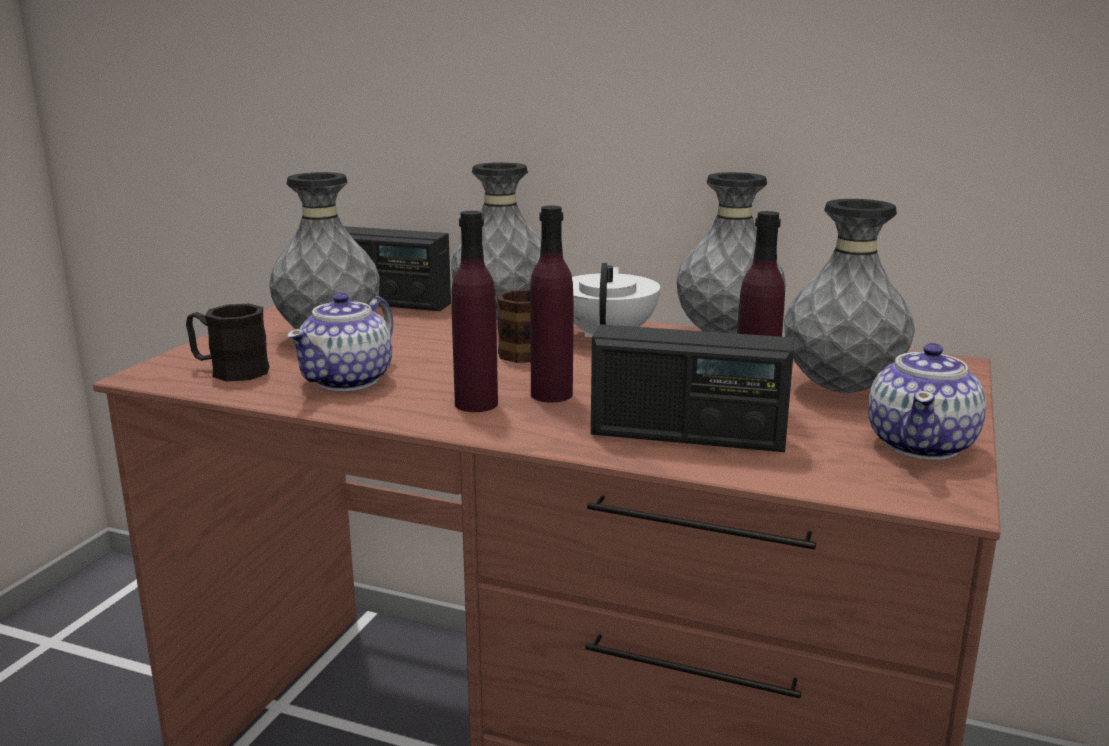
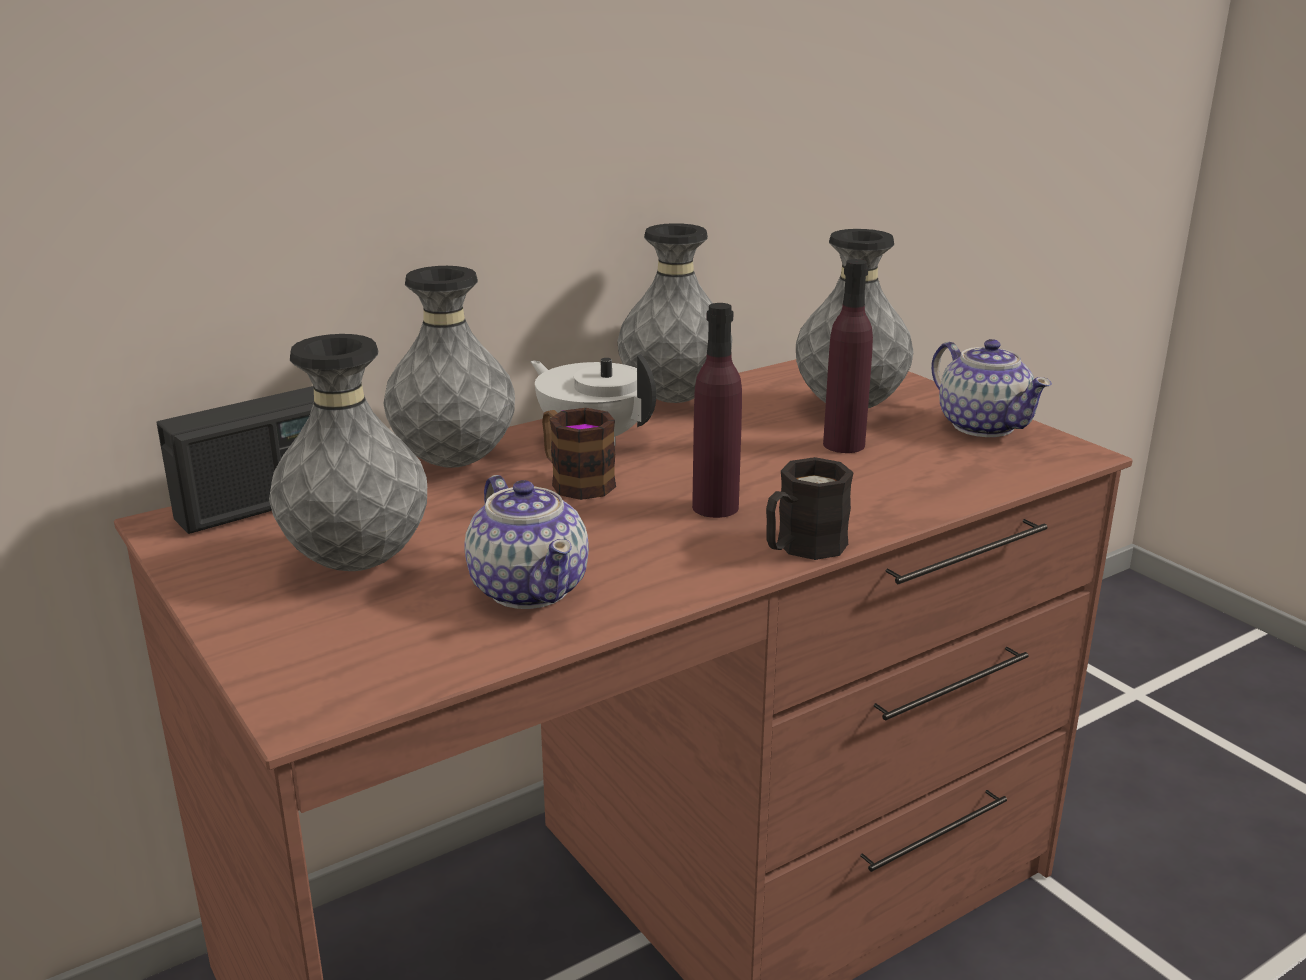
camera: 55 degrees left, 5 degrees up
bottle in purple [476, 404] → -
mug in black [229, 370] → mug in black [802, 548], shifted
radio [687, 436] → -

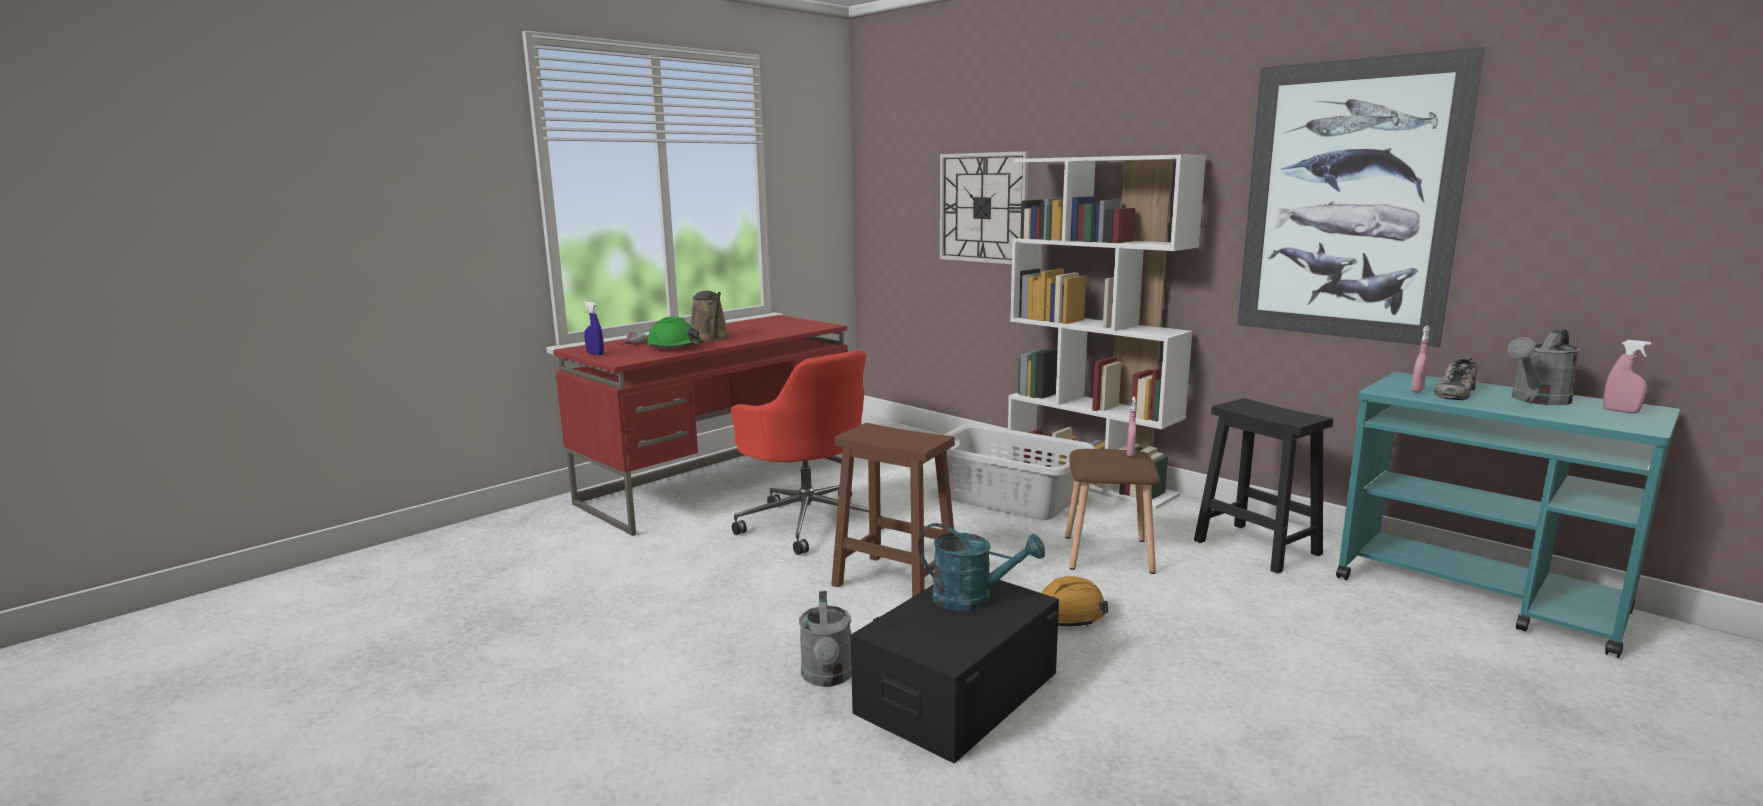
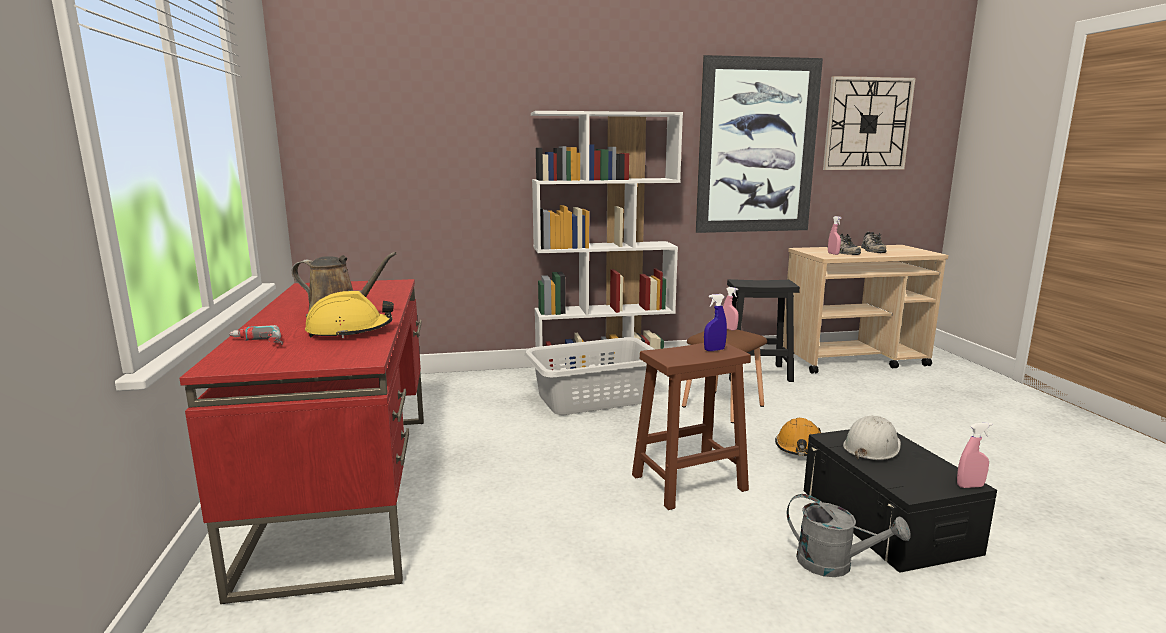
camera: 55 degrees left, 0 degrees up
wall clock [983, 208] → wall clock [867, 124], shifted
spray bottle in blue [595, 354] → spray bottle in blue [714, 350], shifted
hard hat in green [675, 347] → hard hat in yellow [349, 331]
watering can in grey [1536, 400] → shoe [871, 250]
spray bottle in pink [1620, 411] → spray bottle in pink [970, 486], shifted
office chair in red [807, 522] → -
cart in turquoise [1480, 595] → cart in beige [854, 360]
watering can in turquoise [973, 599] → hard hat in white [871, 447]

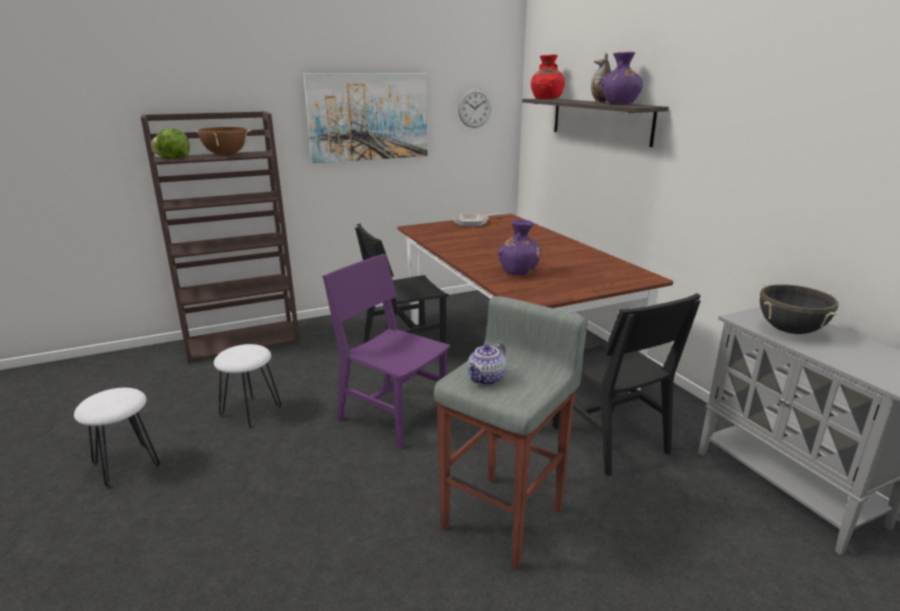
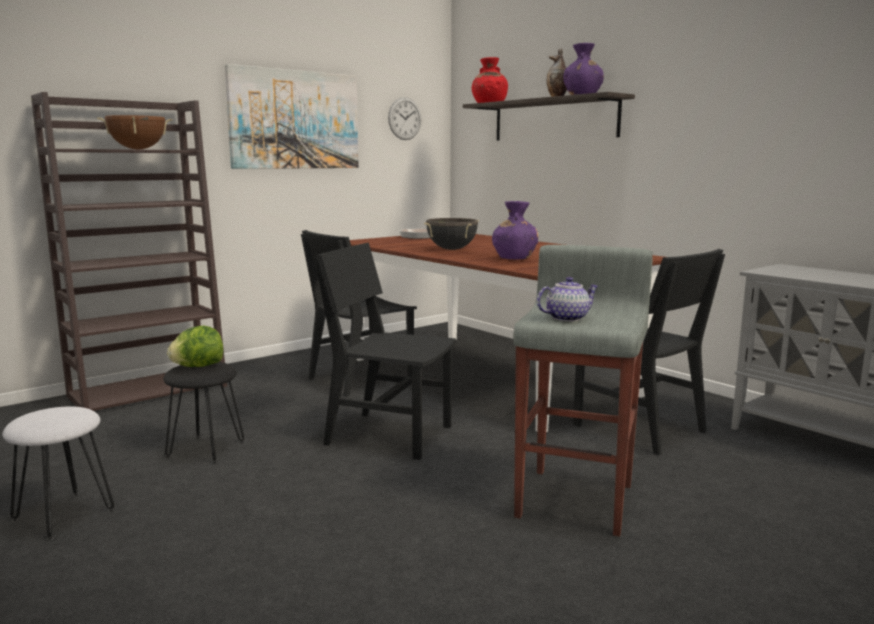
camera: 15 degrees left, 10 degrees down
lettuce [173, 158] → lettuce [198, 366], shifted
chair in purple [392, 416] → chair in black [389, 435]
cooking pot in black [789, 331] → cooking pot in black [451, 249], shifted
teapot [487, 379] → teapot [566, 318], 135 degrees counterclockwise
stool in white [251, 411] → stool in black [206, 449]

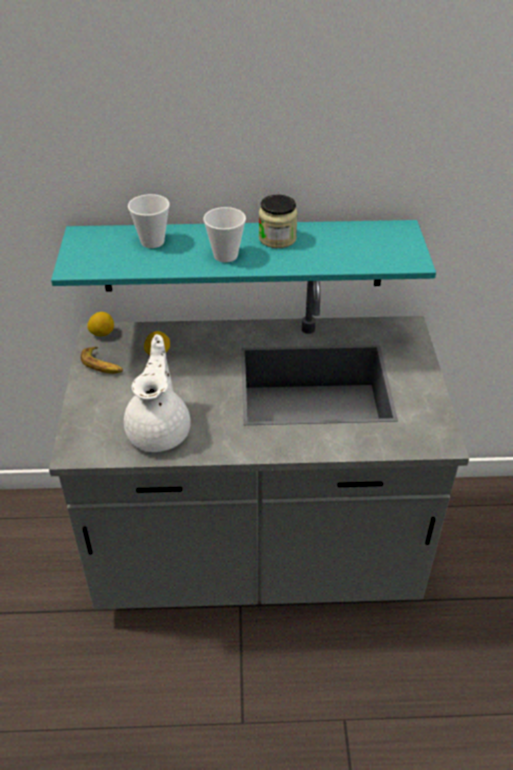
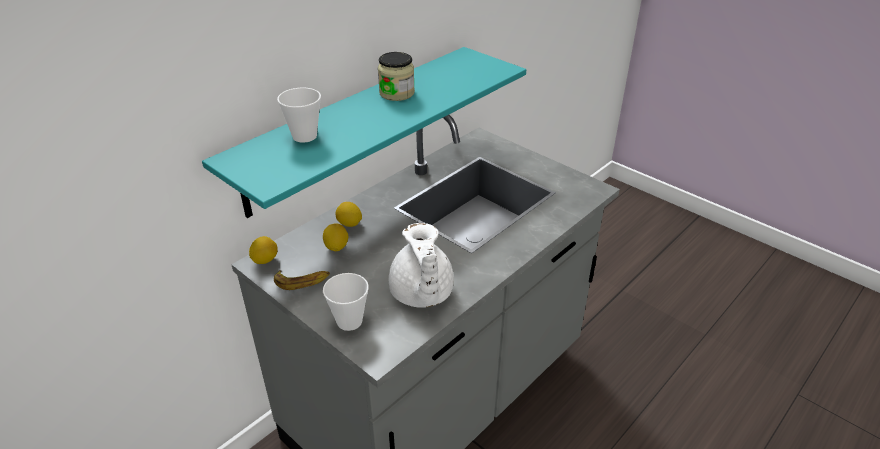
camera: 45 degrees left, 5 degrees down
cup [225, 255] → cup [349, 321], shifted
teapot in white [160, 430] → teapot in white [421, 294], 150 degrees counterclockwise
- → lemon [349, 224]

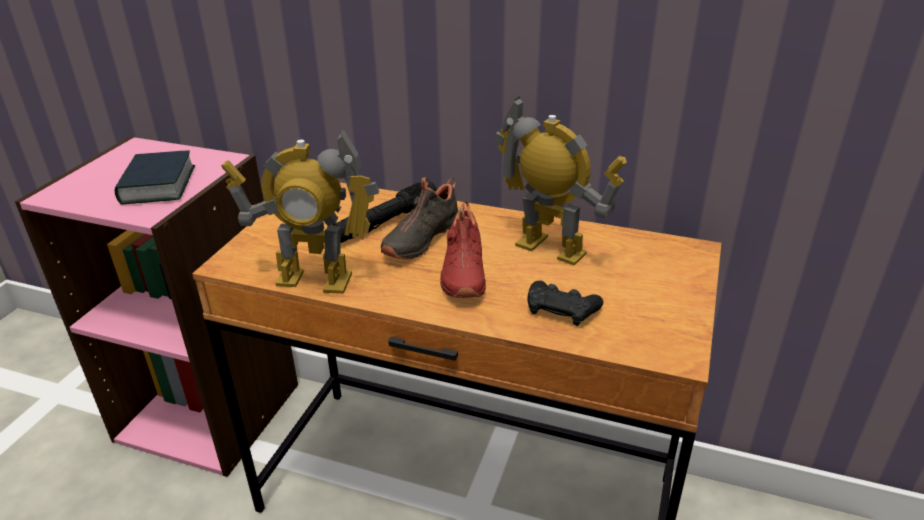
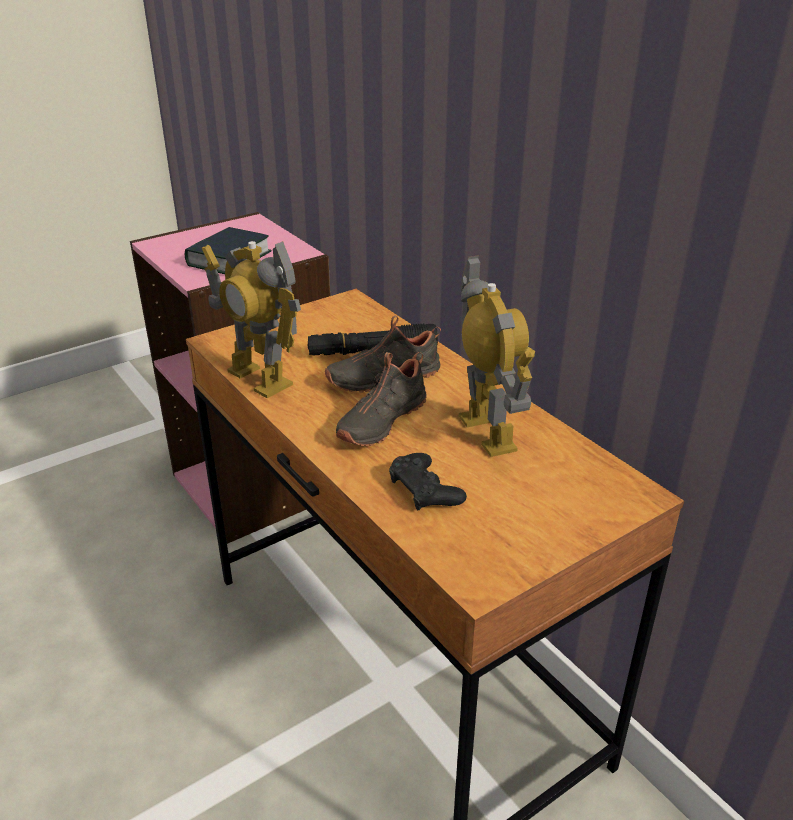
camera: 35 degrees right, 0 degrees up
shoe in red [461, 272] → shoe in black [380, 420]

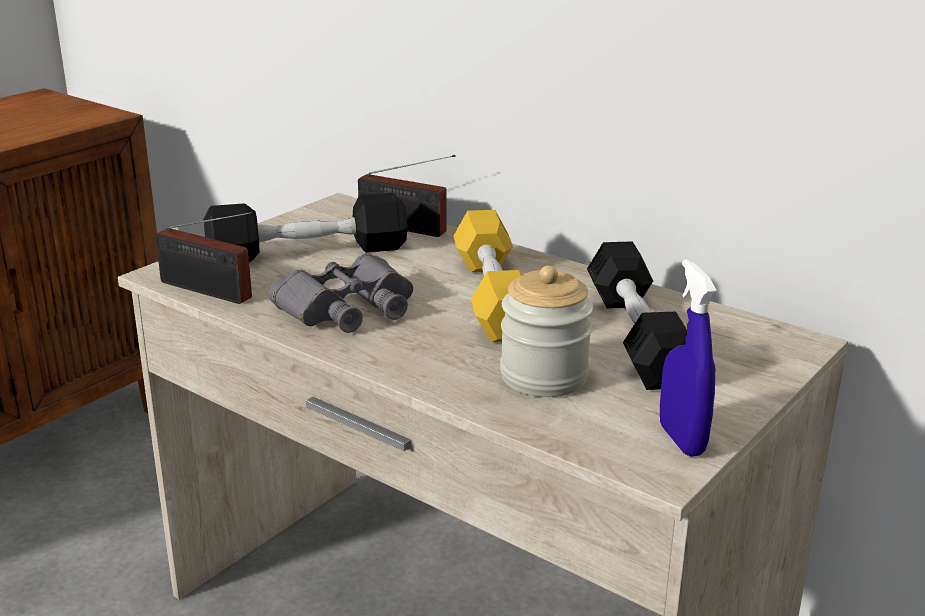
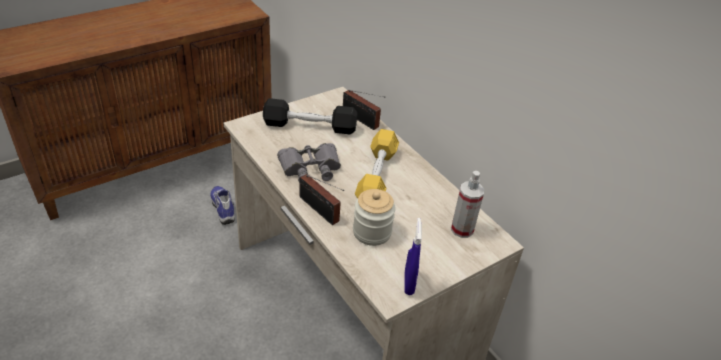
camera: 15 degrees right, 15 degrees up
radio [209, 292] → radio [320, 211], shifted
dumbbell in black [636, 336] → -
- → spray bottle [462, 229]
- → shoe [224, 208]

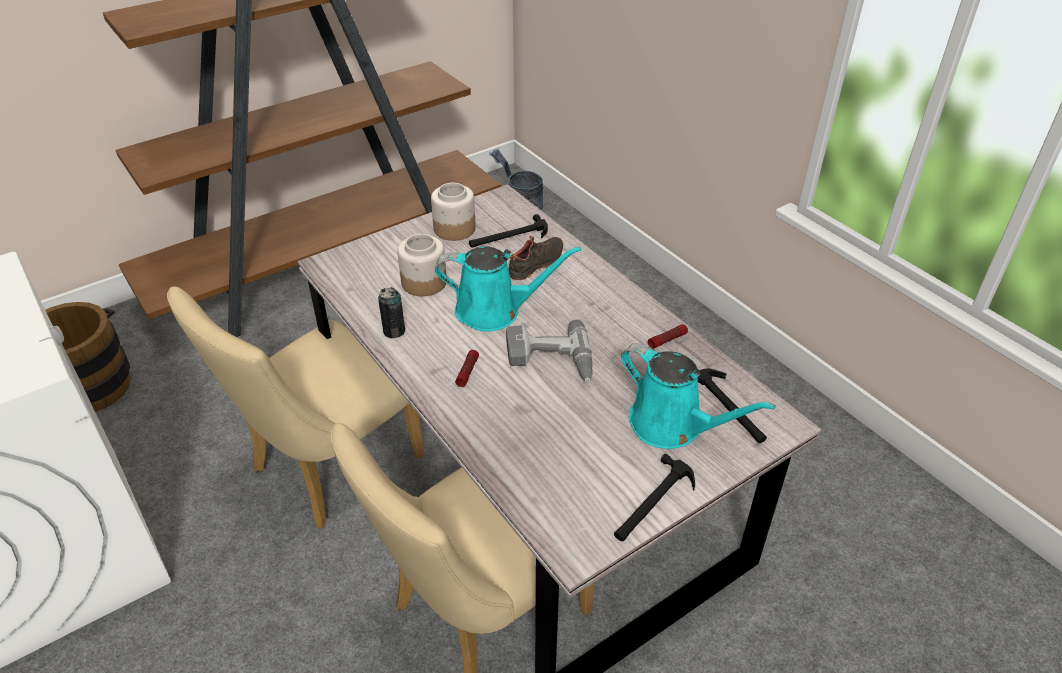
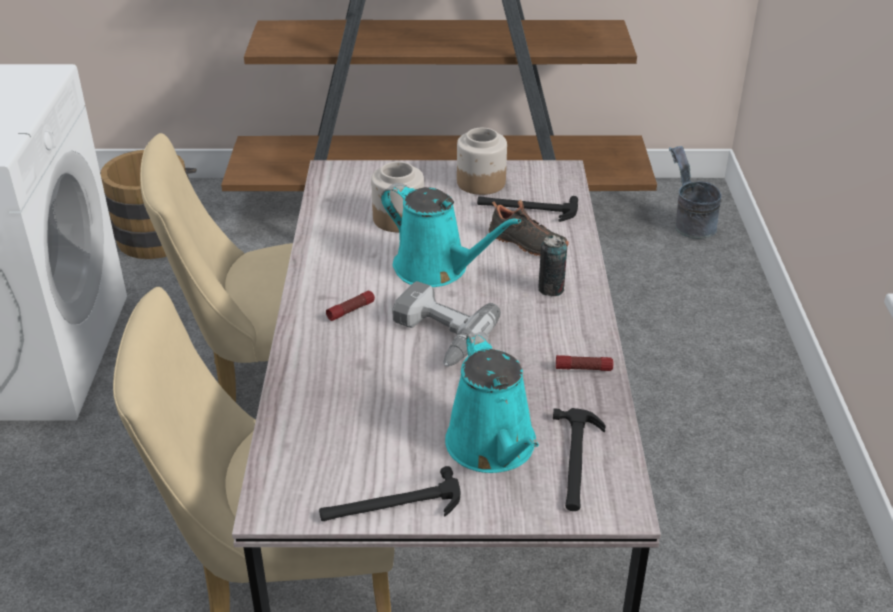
camera: 35 degrees right, 5 degrees down
shoe in black [537, 265] → shoe in black [526, 244], 45 degrees clockwise
can [394, 331] → can [551, 289], shifted

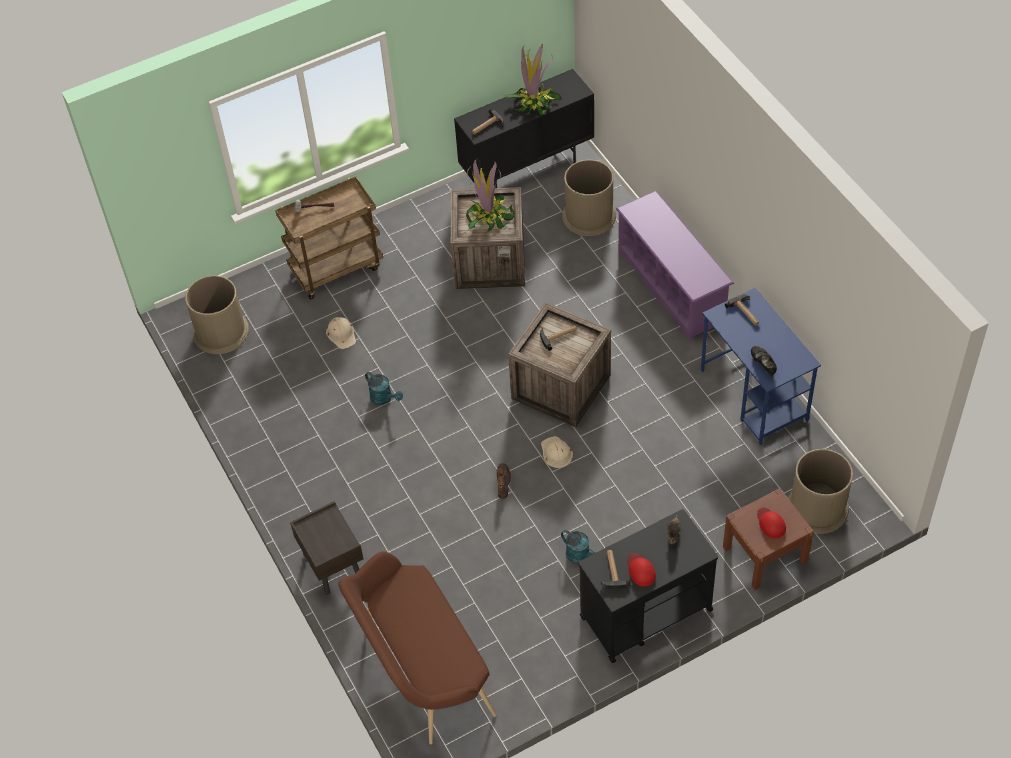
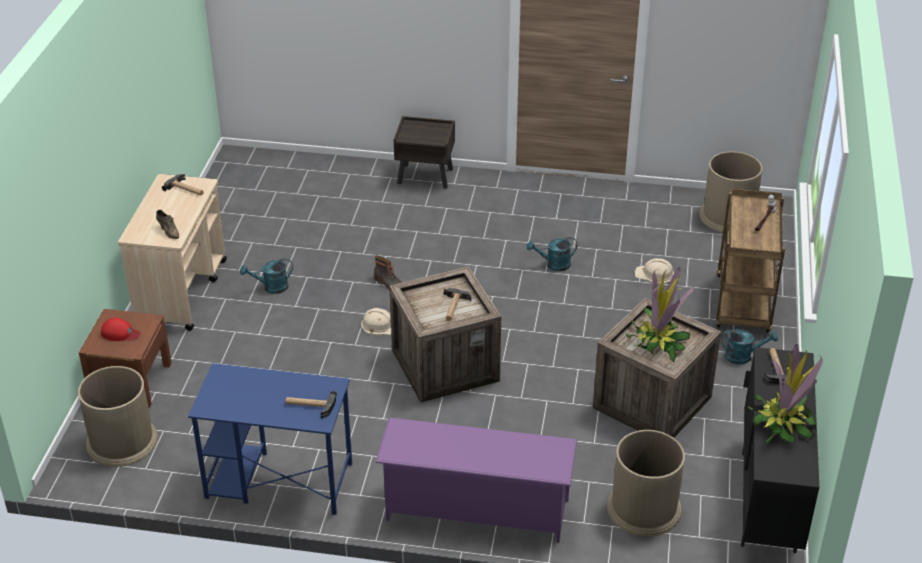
camera: 125 degrees right, 15 degrees down
shoe in black [763, 365] → -
cart in black [645, 613] → cart in beige [181, 291]
bench in brown [420, 672] → -
cap in red [640, 570] → -
- → watering can in turquoise [743, 356]

